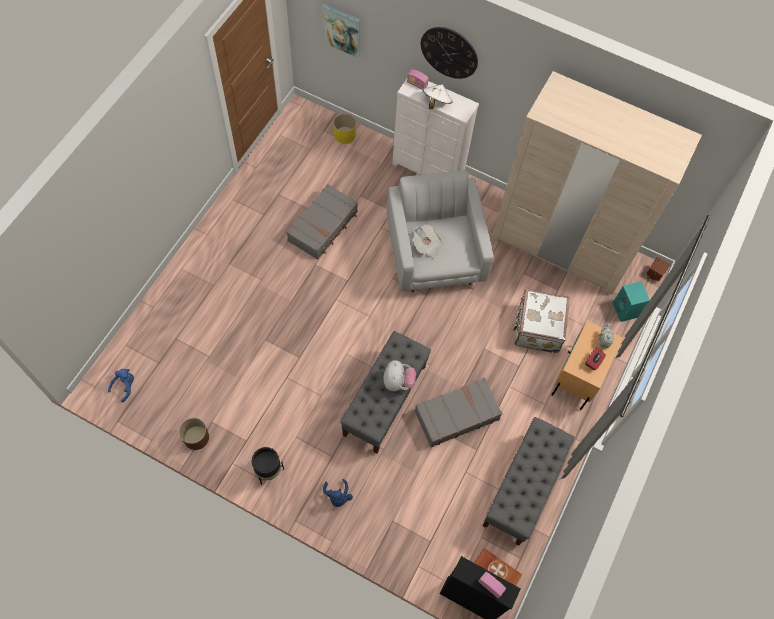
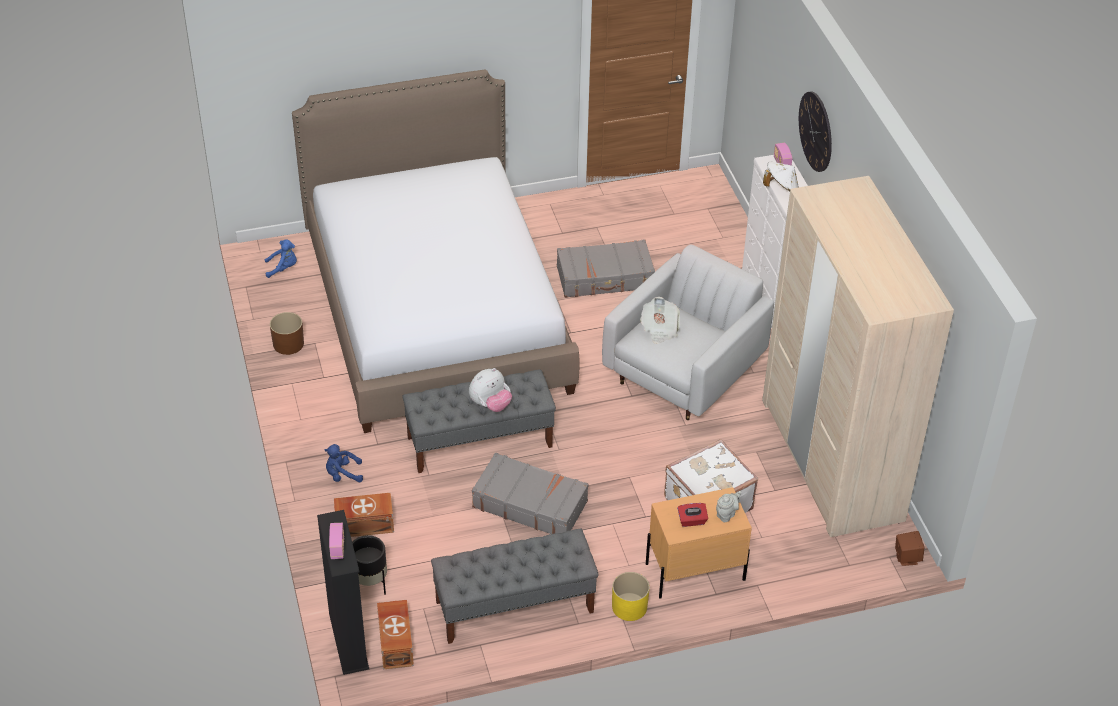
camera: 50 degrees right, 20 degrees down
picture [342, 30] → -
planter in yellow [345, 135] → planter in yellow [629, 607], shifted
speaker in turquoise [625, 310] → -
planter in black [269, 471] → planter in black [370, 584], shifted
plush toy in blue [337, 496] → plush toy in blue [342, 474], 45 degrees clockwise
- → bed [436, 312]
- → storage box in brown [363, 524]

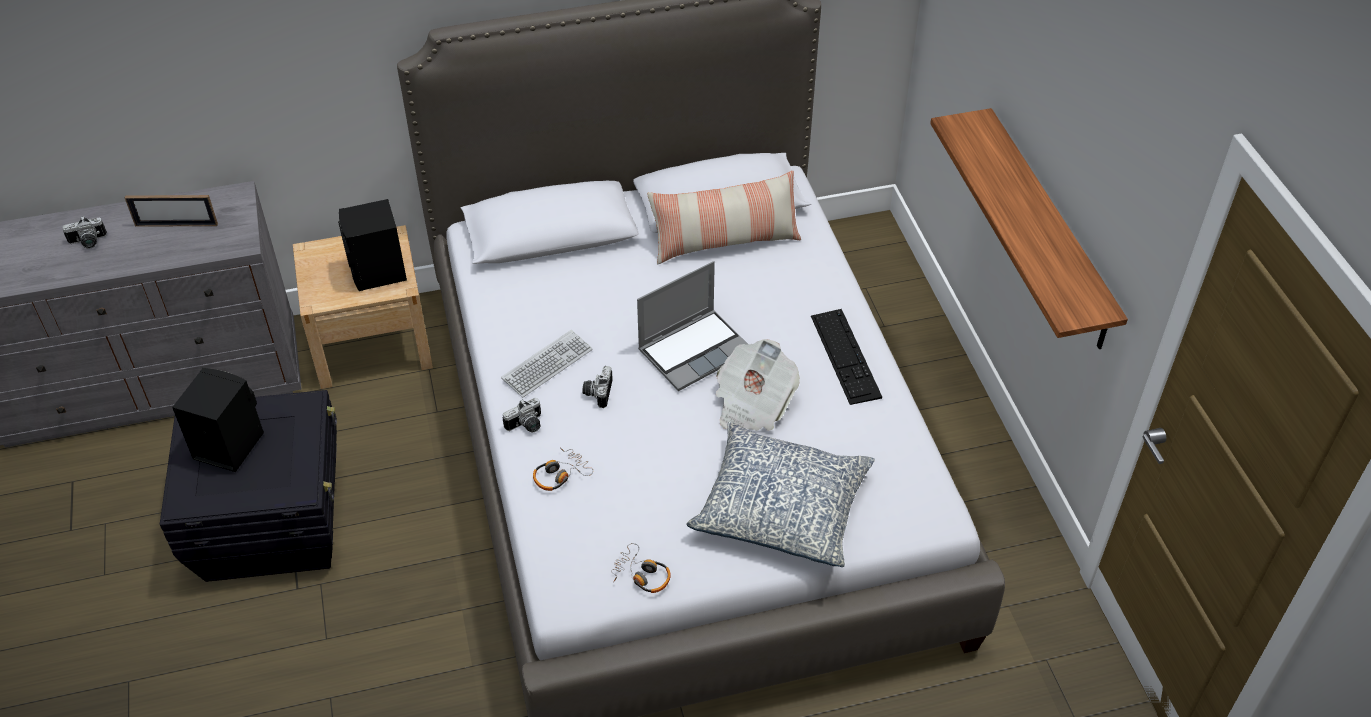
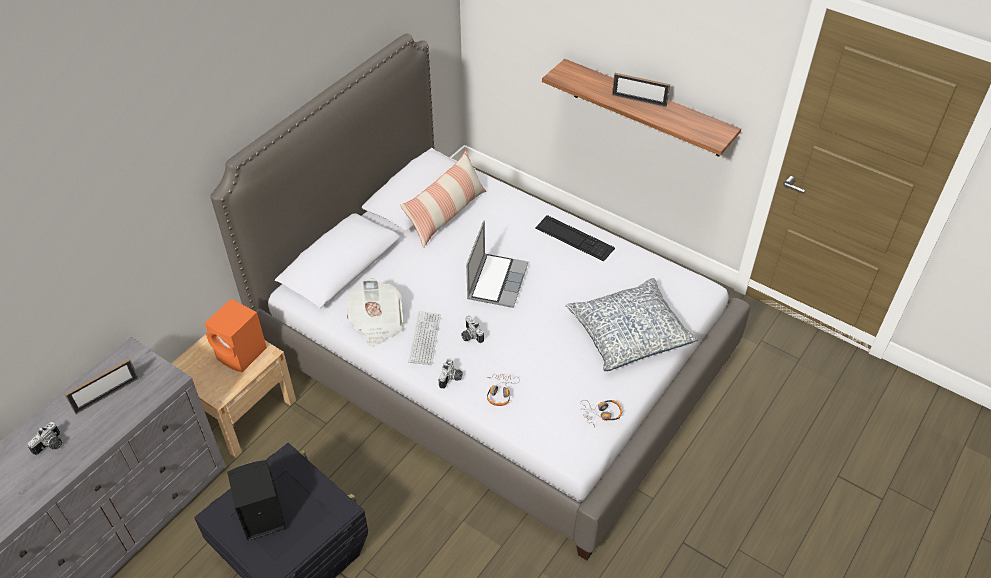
camera: 40 degrees left, 0 degrees up
speaker in black [378, 273] → speaker in orange [242, 354]
newspaper [752, 403] → newspaper [376, 323], shifted
- → picture frame [639, 100]

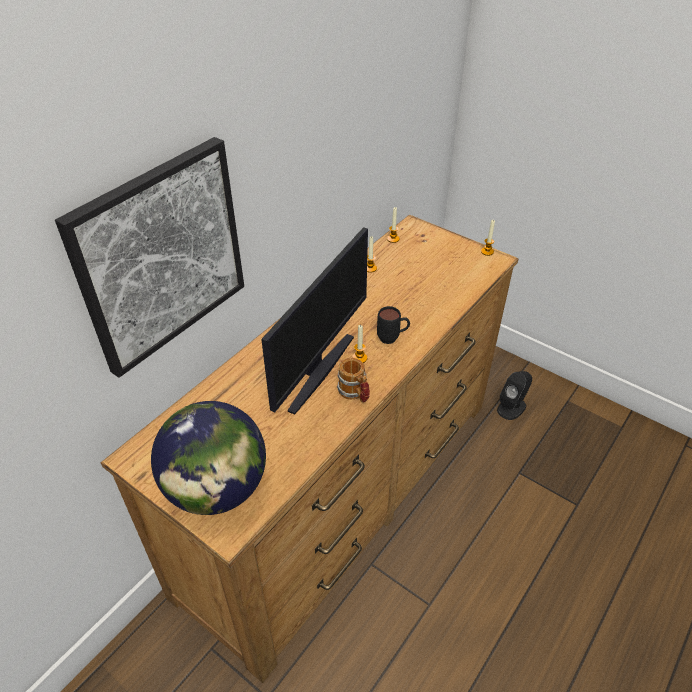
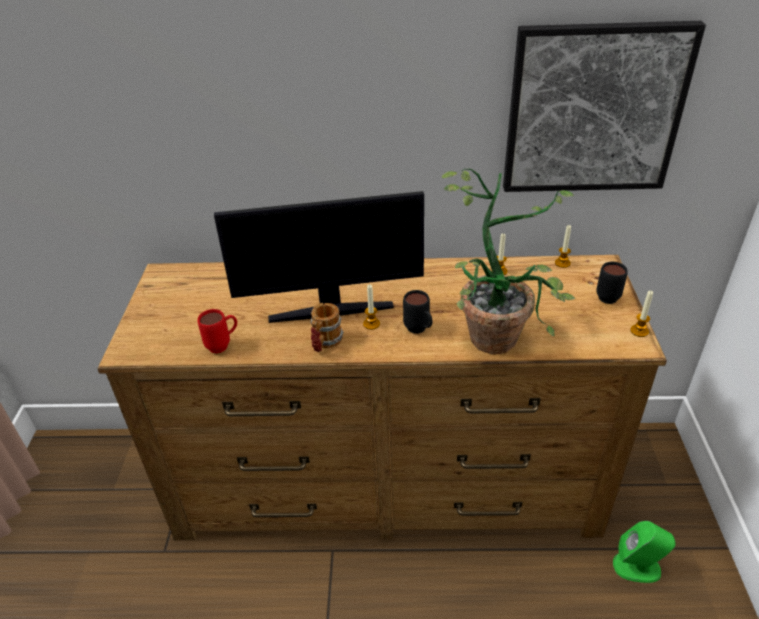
camera: 55 degrees right, 5 degrees down
picture [161, 256] → picture [593, 110], shifted
speaker in black [511, 407] → speaker in green [637, 567]
globe [217, 489] → -
- → potted plant [499, 331]
- → mug in black [607, 295]
- → mug in red [223, 345]

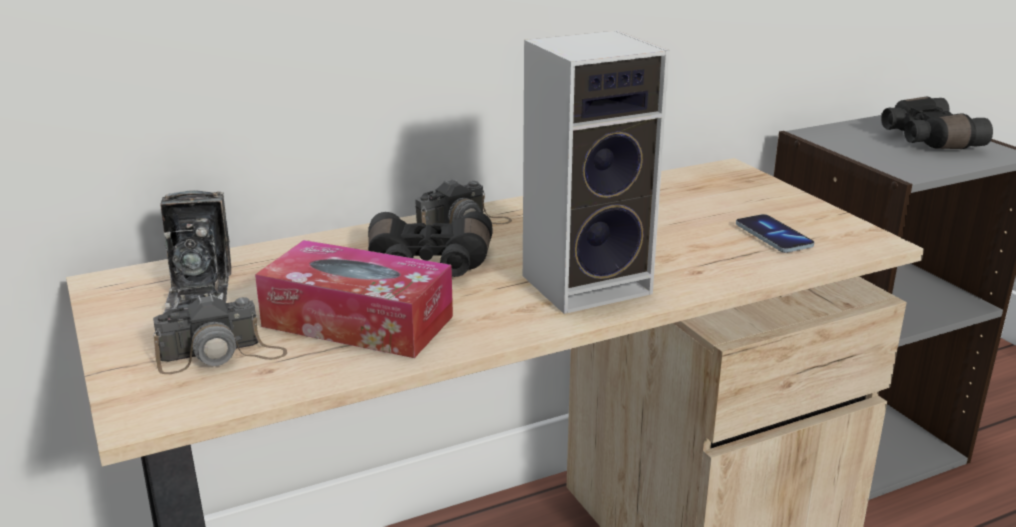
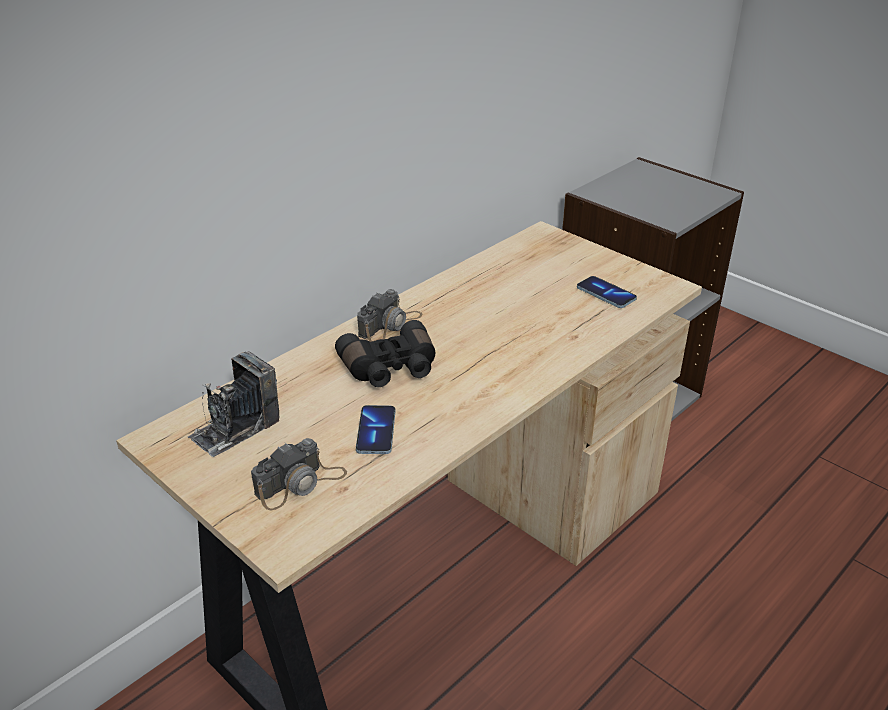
camera: 20 degrees left, 10 degrees up
speaker [589, 282] → -
binoculars in black [926, 139] → -
photo camera [199, 289] → photo camera [235, 428], 75 degrees clockwise
tissue box [358, 321] → phone [376, 431]

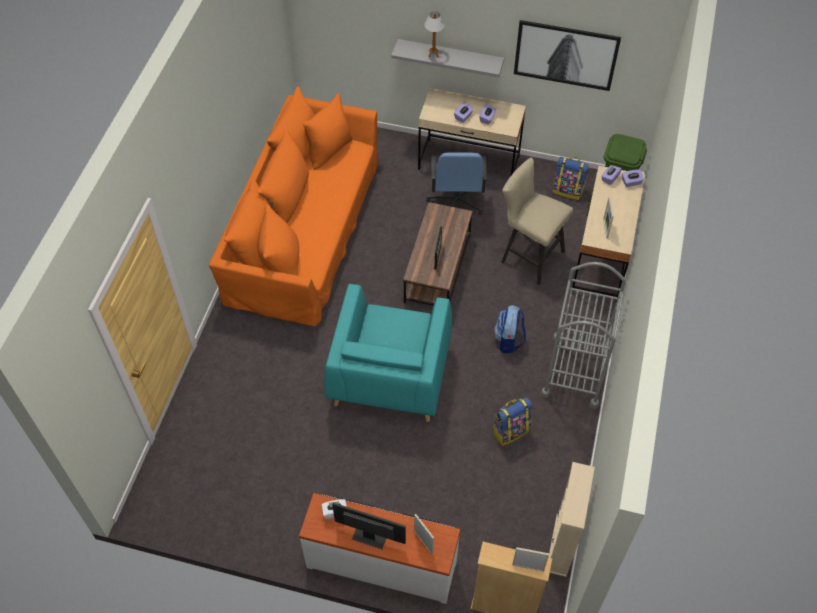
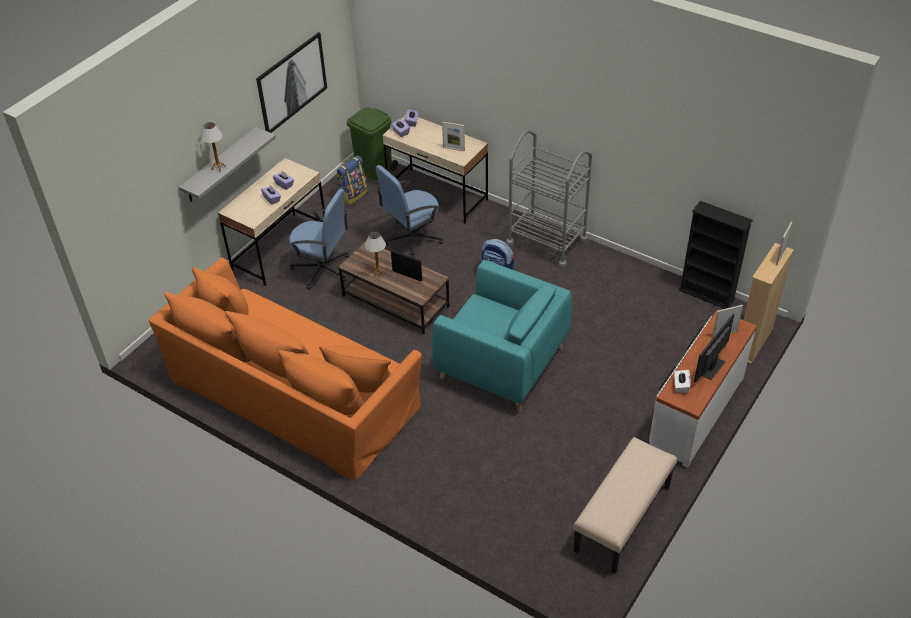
camera: 70 degrees left, 10 degrees down
stool in beige [528, 256] → office chair in blue [412, 238]
backpack [510, 430] → -
bookcase in beige [561, 545] → bookcase in black [706, 294]
- → table lamp [378, 273]
- → bench in beige [623, 519]

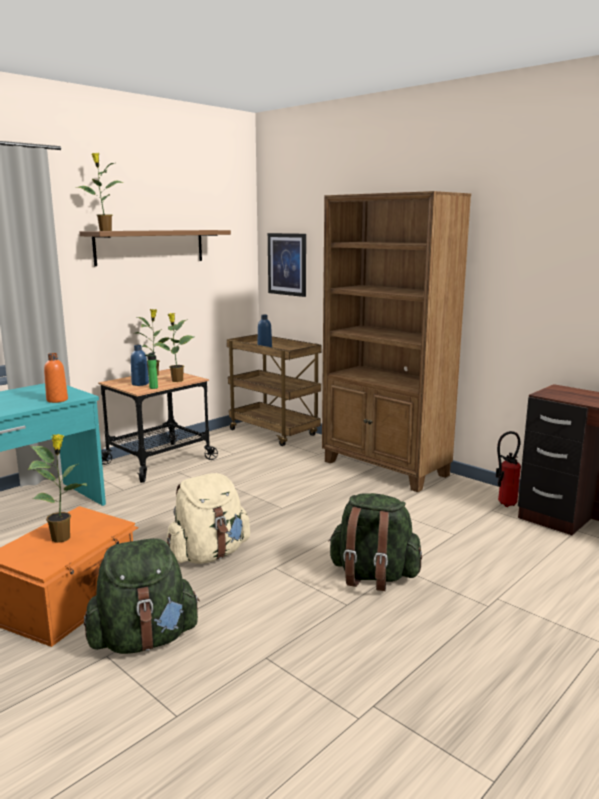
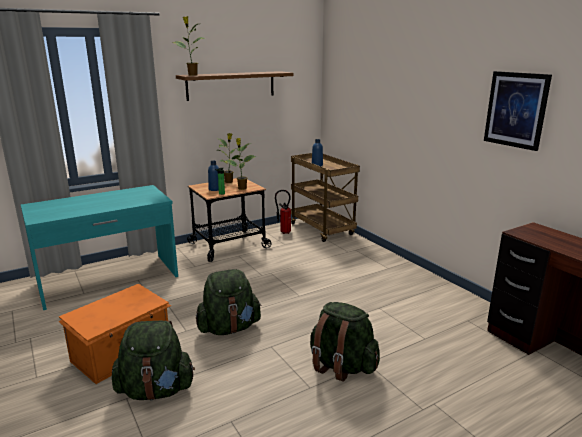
camera: 15 degrees right, 5 degrees up
bookcase in brown [385, 469] → -
picture [287, 264] → picture [516, 110], shifted
bottle in orange [57, 400] → -
fire extinguisher [503, 504] → fire extinguisher [283, 232], shifted
potted plant [62, 538] → -
backpack in beige [209, 555] → backpack in green [229, 328]

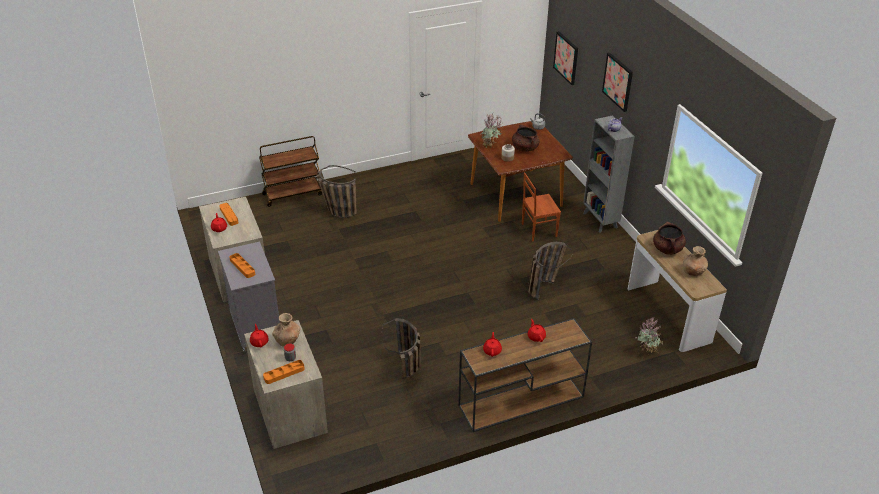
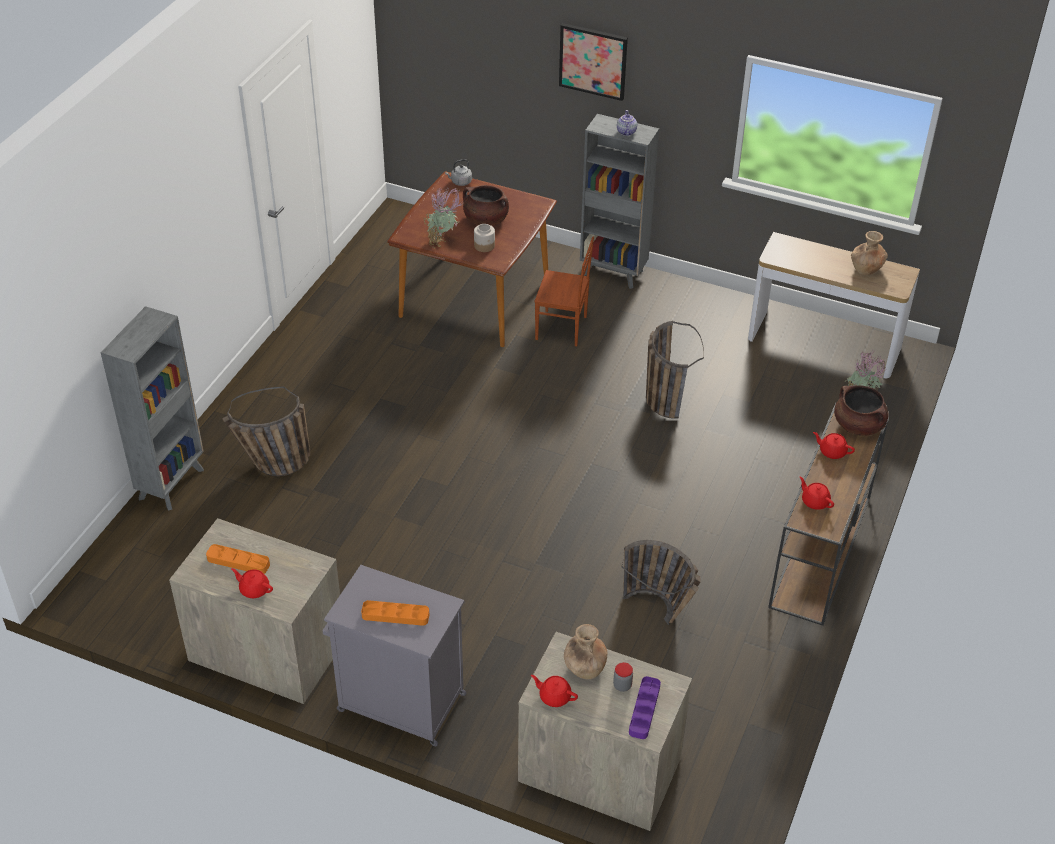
camera: 45 degrees left, 5 degrees up
picture [566, 58] → -
cart in brown [293, 194] → bookcase in grey [172, 483]
chair in brown [538, 230] → chair in brown [562, 328], 105 degrees counterclockwise
cooking pot in brown [667, 249] → cooking pot in brown [858, 425], shifted
tray in orange [284, 373] → tray in purple [644, 710]

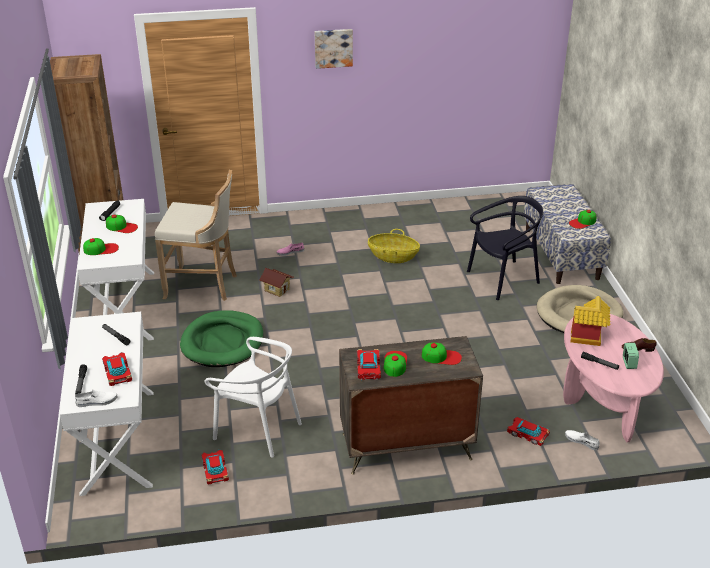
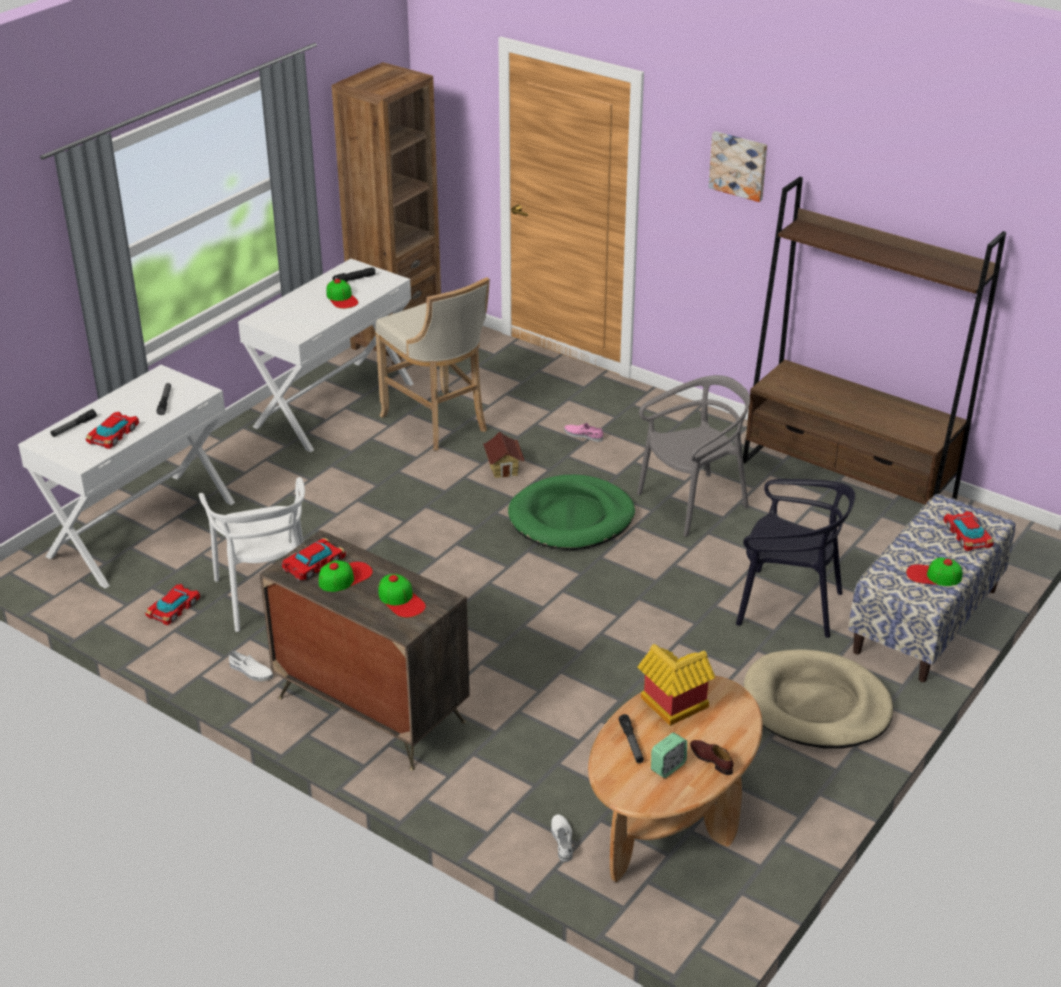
camera: 45 degrees right, 0 degrees up
basket [393, 257] → chair in grey [693, 503]
cap [101, 249] → -
dog bed in green [223, 342] → dog bed in green [571, 518], shifted
coffee table in pink [603, 399] → coffee table in brown [671, 817]
shoe in white [96, 401] → shoe in white [250, 671], shifted
toy car [528, 434] → toy car [967, 535], shifted
- → bookcase in brown [848, 481]

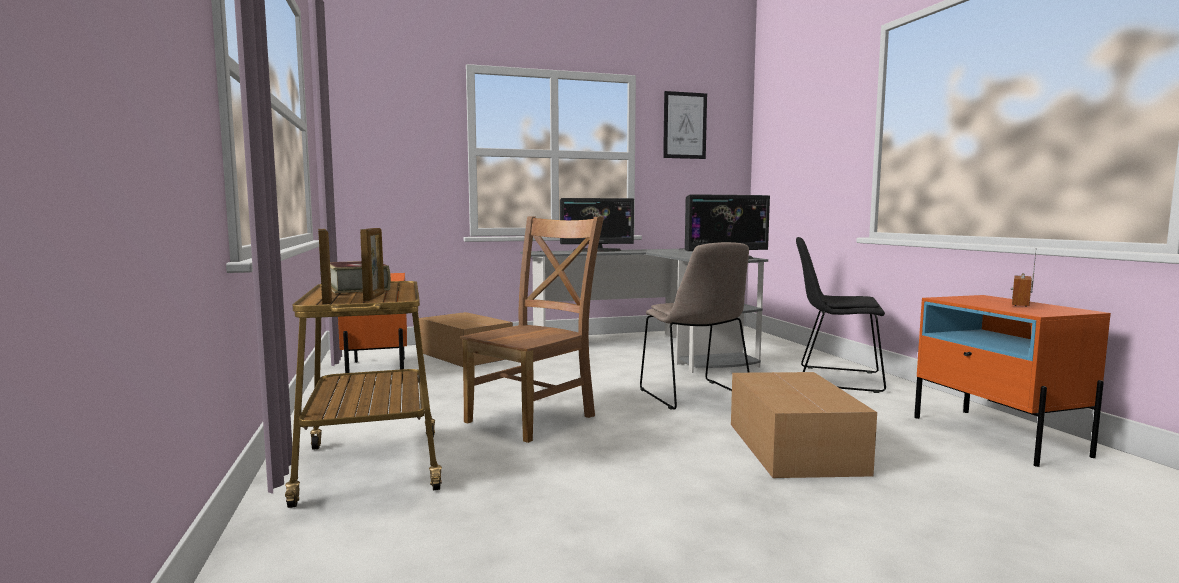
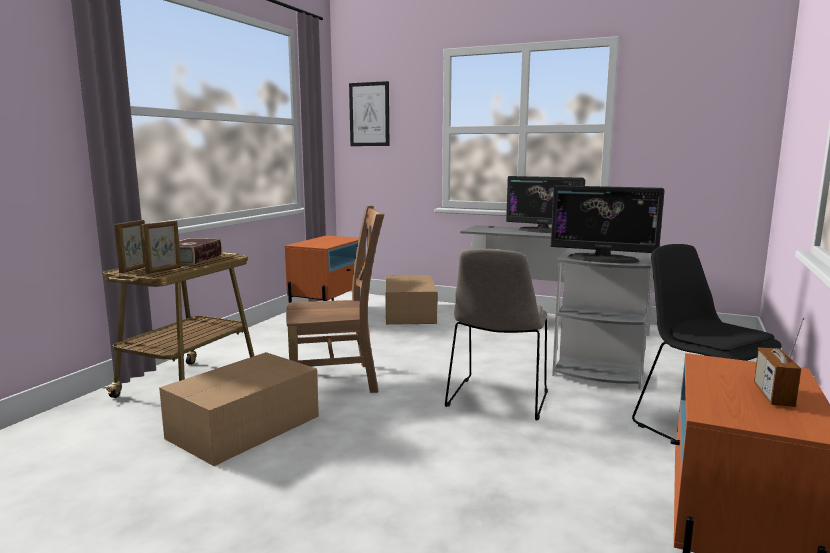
camera: 40 degrees right, 5 degrees up
picture [684, 125] → picture [369, 114], shifted
radio [1020, 304] → radio [773, 395], 60 degrees counterclockwise
cardboard box [794, 448] → cardboard box [242, 427], shifted

